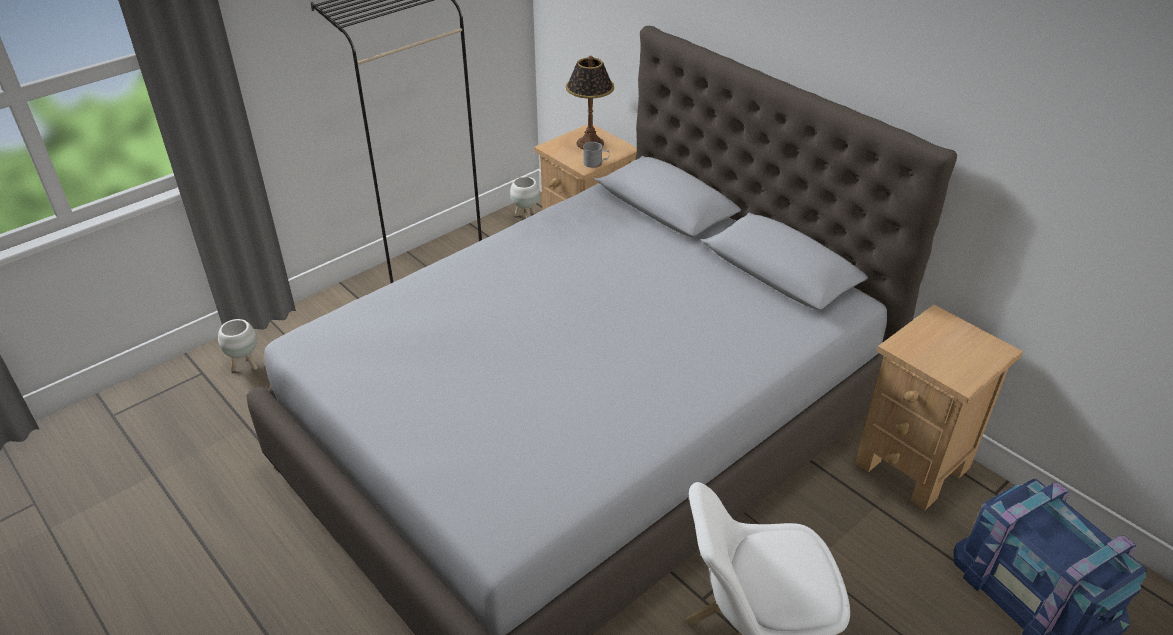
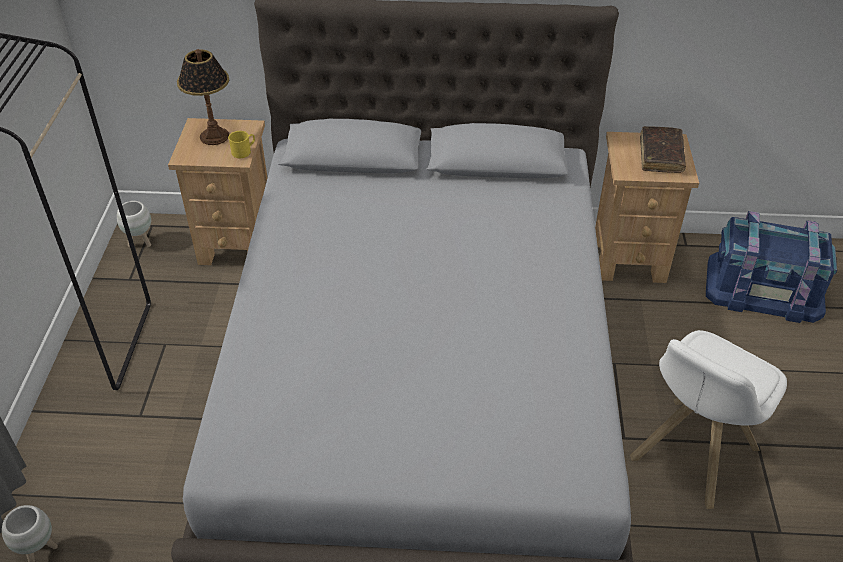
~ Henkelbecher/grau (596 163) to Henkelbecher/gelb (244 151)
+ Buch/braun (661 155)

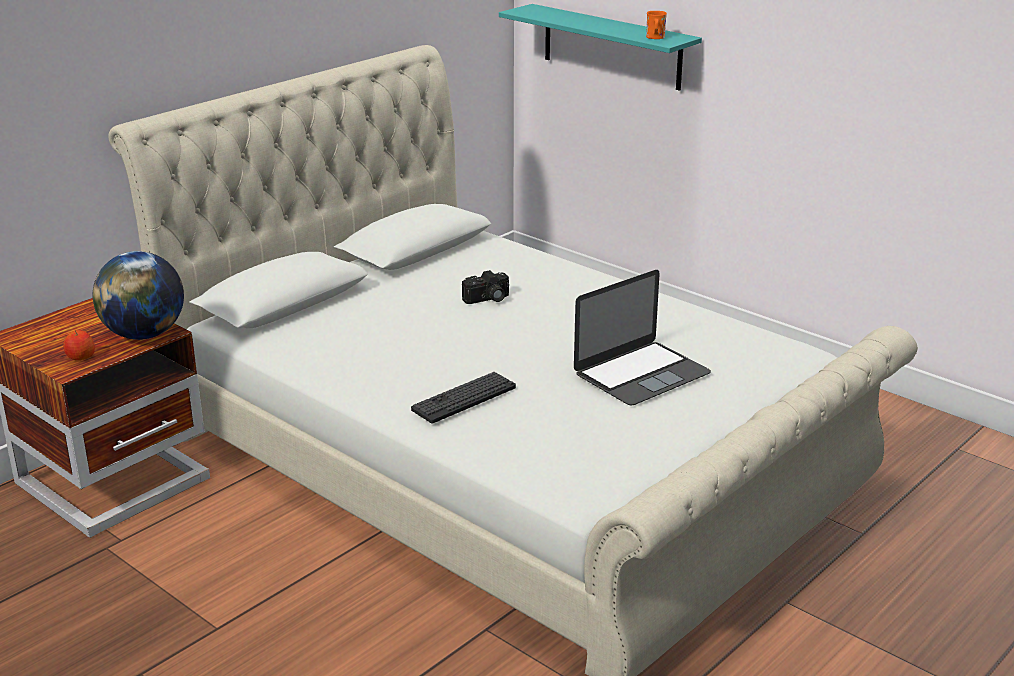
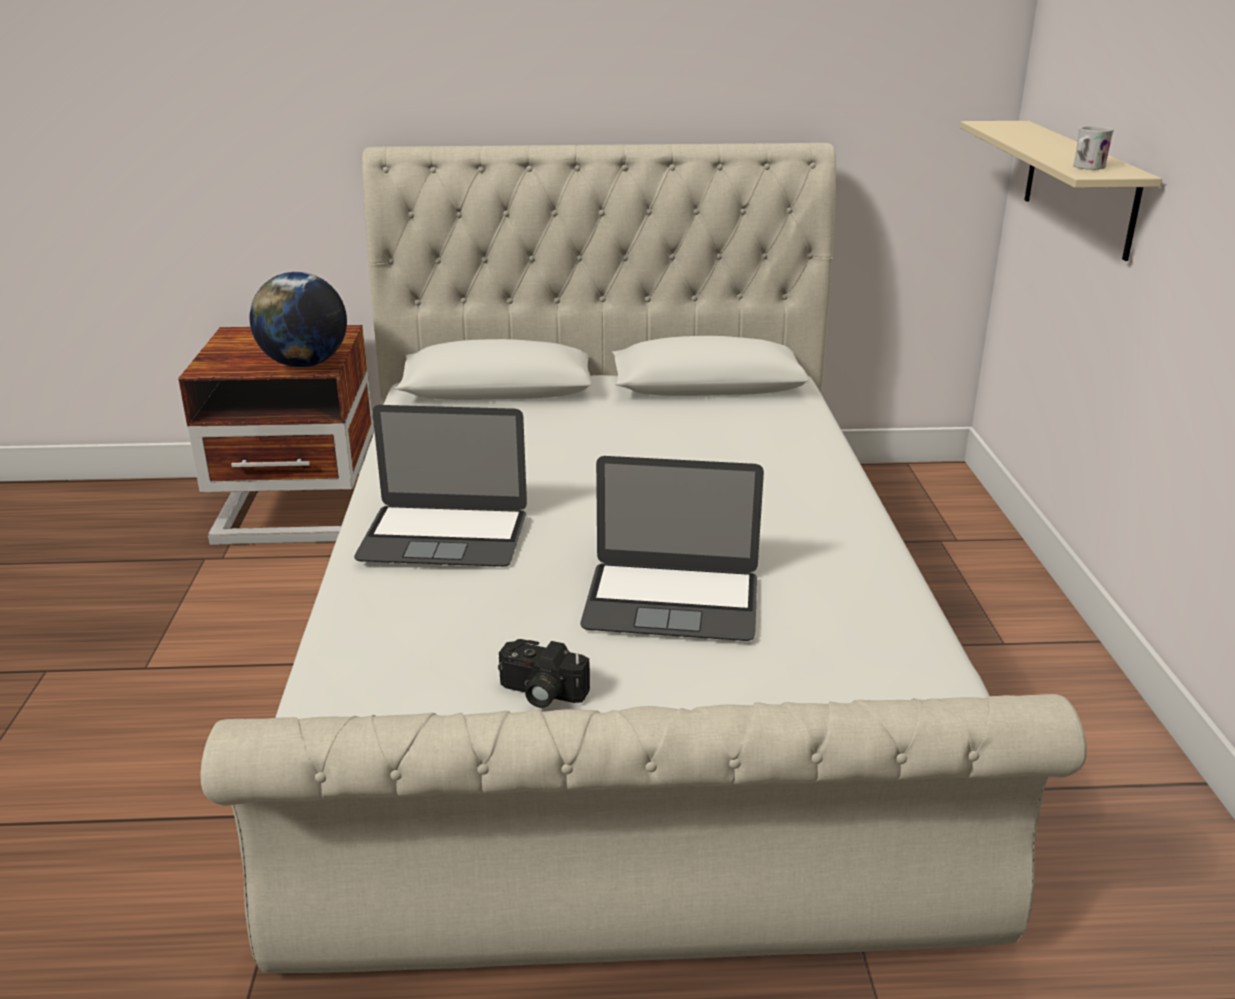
- Apfel (80 357)
~ Tastatur (464 398) to Laptop (444 535)
~ Kamera (487 299) to (540 693)
~ Wandregal/türkis (611 47) to Wandregal/beige (1079 187)
~ Henkelbecher/orange (655 38) to Henkelbecher/weiß (1086 168)

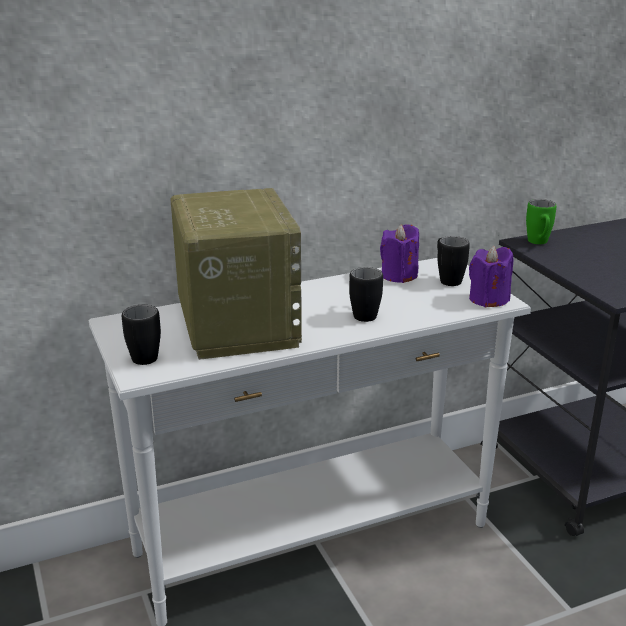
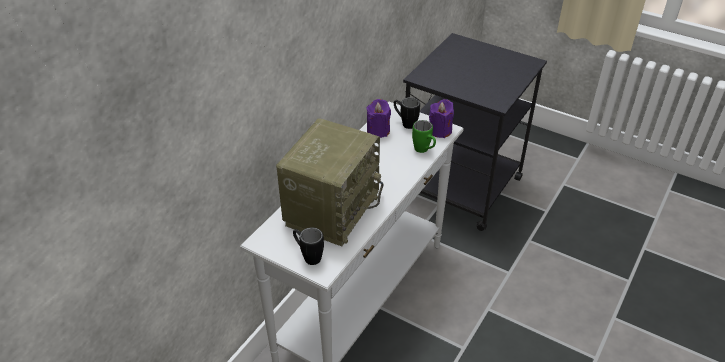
~ Radio (235 323) = (331 209) 75 degrees clockwise
- Henkelbecher/schwarz (365 313)
~ Henkelbecher/grün (539 243) to (424 151)

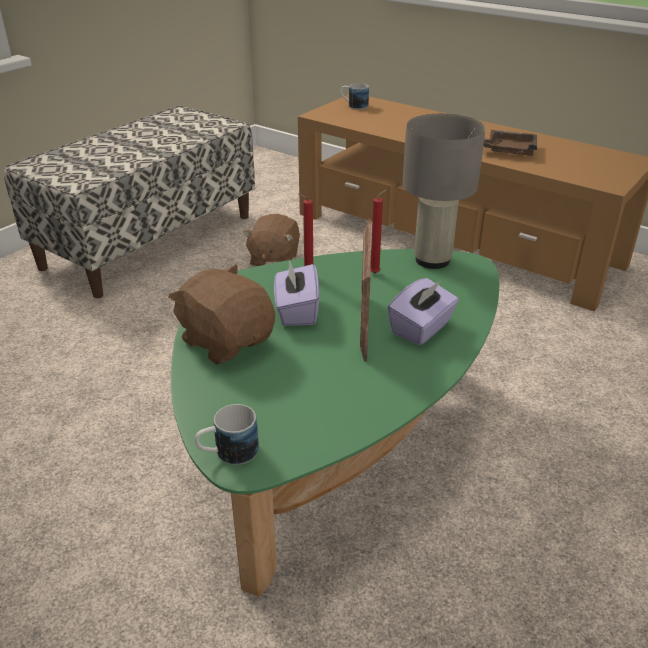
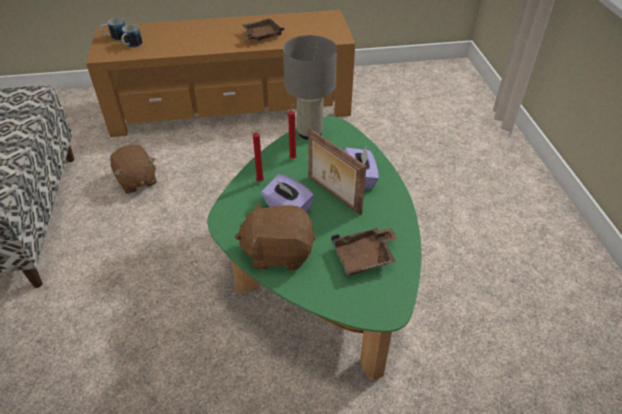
~ Henkelbecher (228 453) to (132 45)
+ Tablett/braun (364 257)

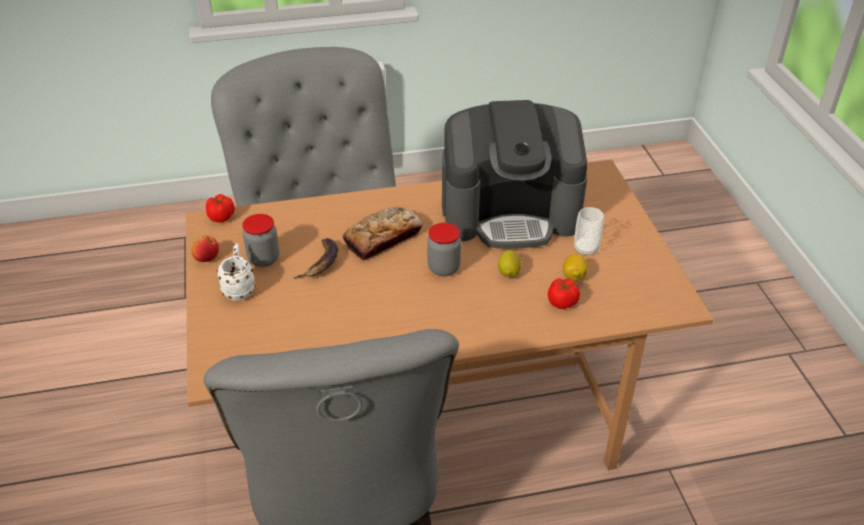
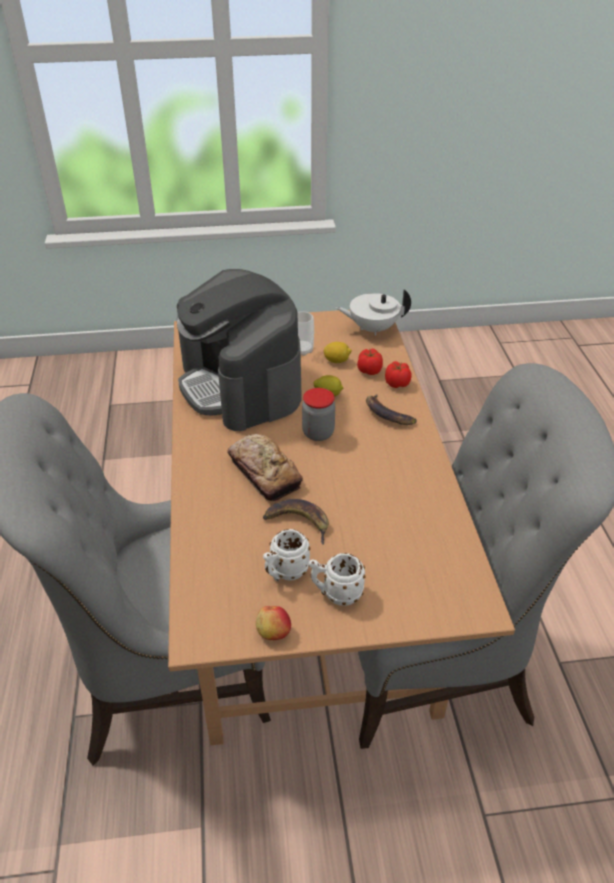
~ Tomate (222 217) to (396 383)
~ Vorratsglas (264 259) to Henkelbecher/weiß (285 573)
~ Kaffeemaschine (510 212) = (241 385) 150 degrees clockwise
+ Teekanne/weiß (372 328)
+ Banane (387 414)

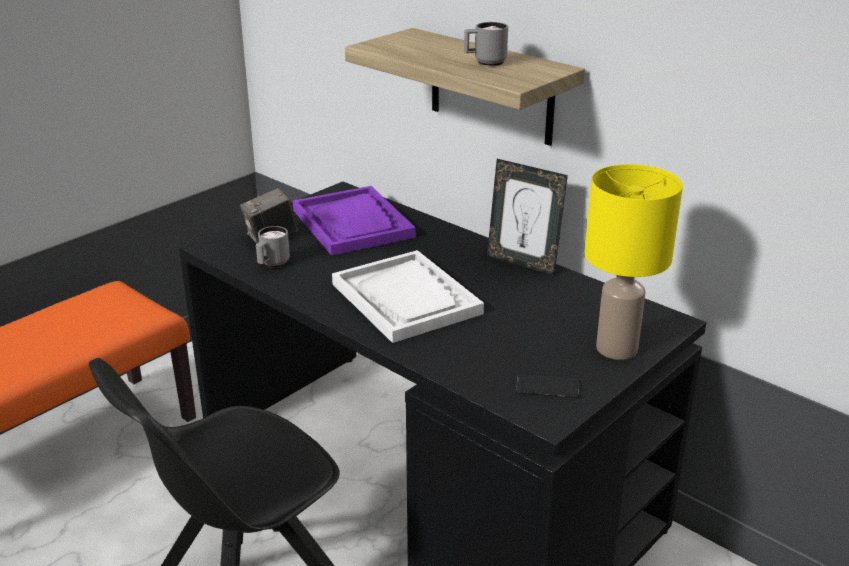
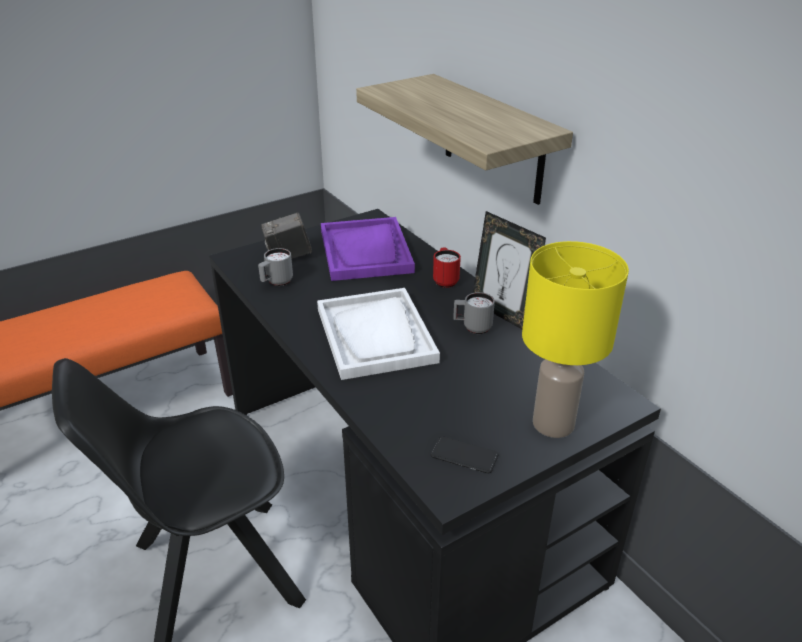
~ Henkelbecher/grau (485 63) to (472 327)
+ Henkelbecher/rot (445 280)

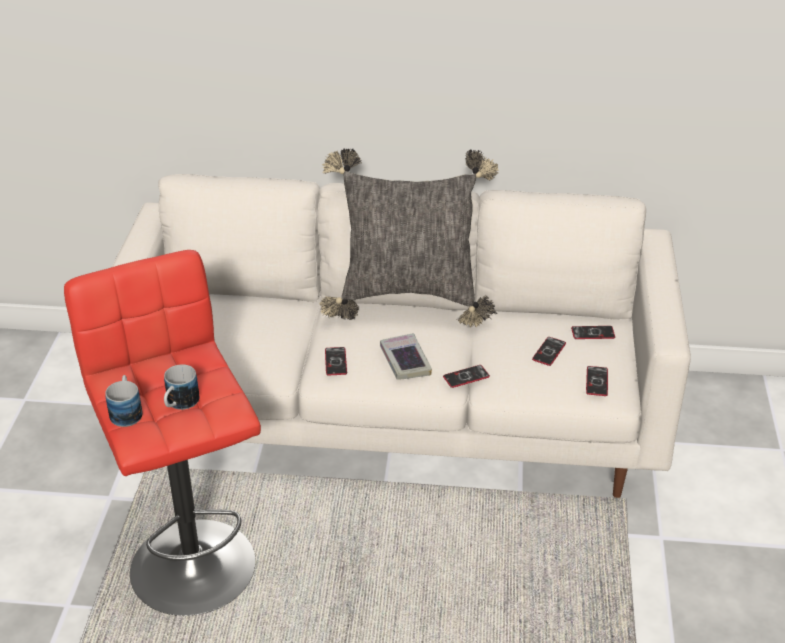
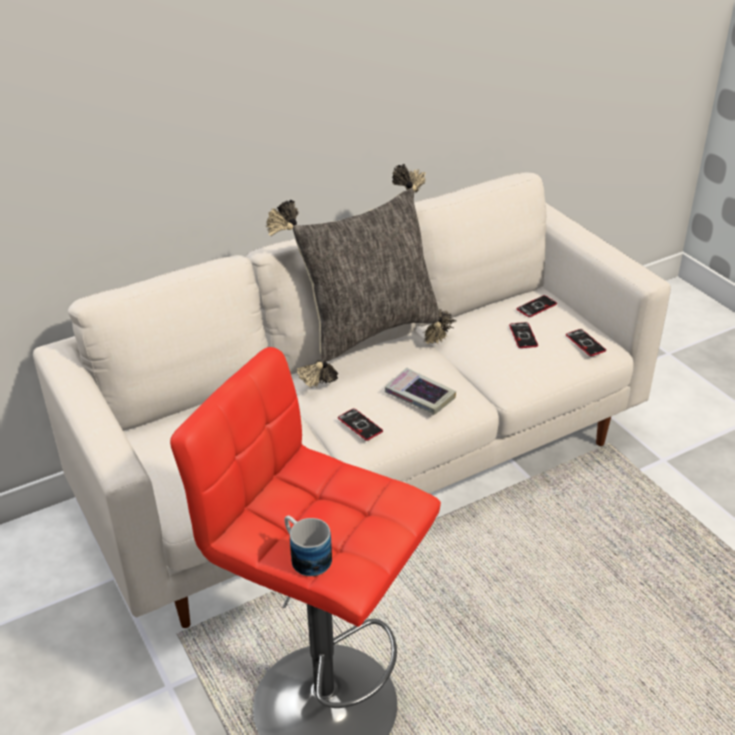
- Henkelbecher (179 404)
- Handy (466 377)

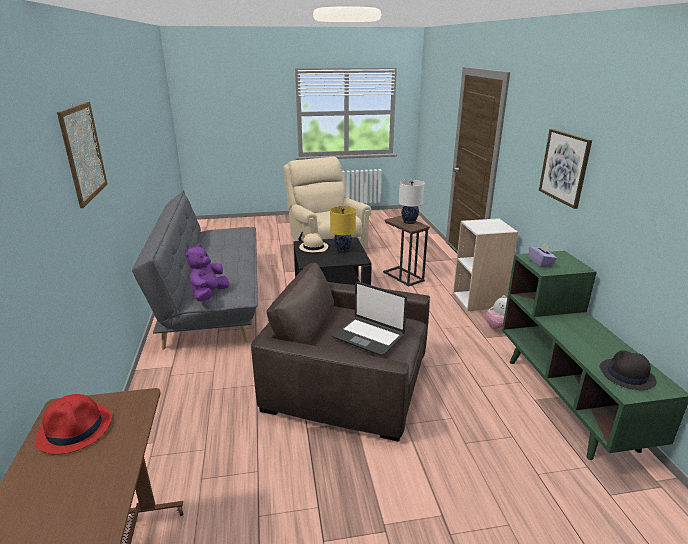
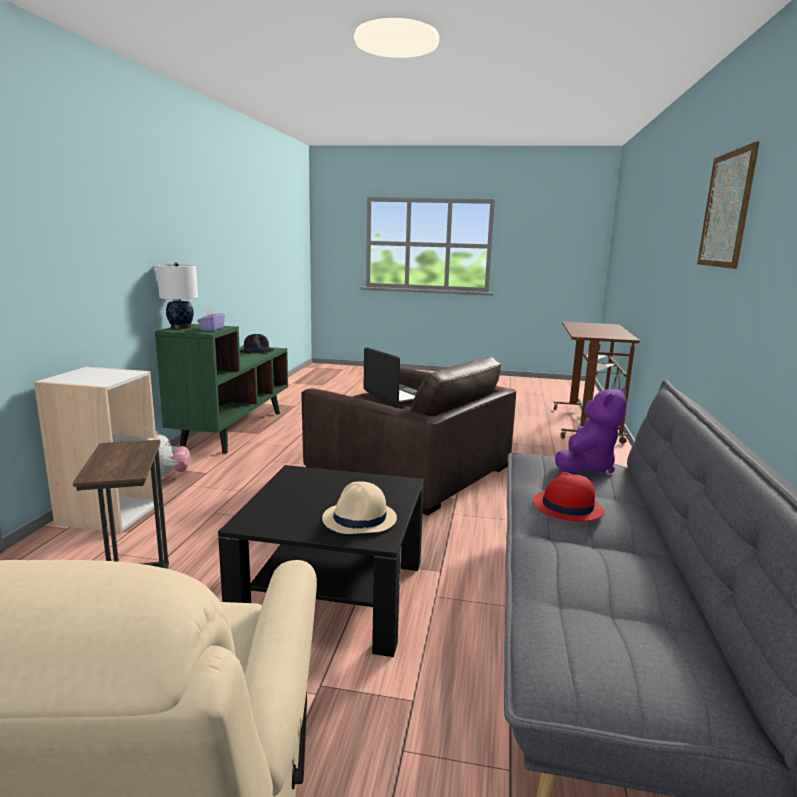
~ Hut/rot (75 429) to (567 507)
- Tischlampe/gelb (342 250)
~ Tischlampe/weiß (409 222) to (181 327)
- Bild (564 167)

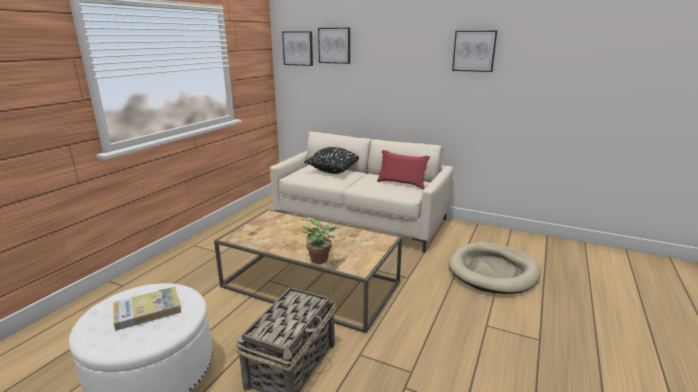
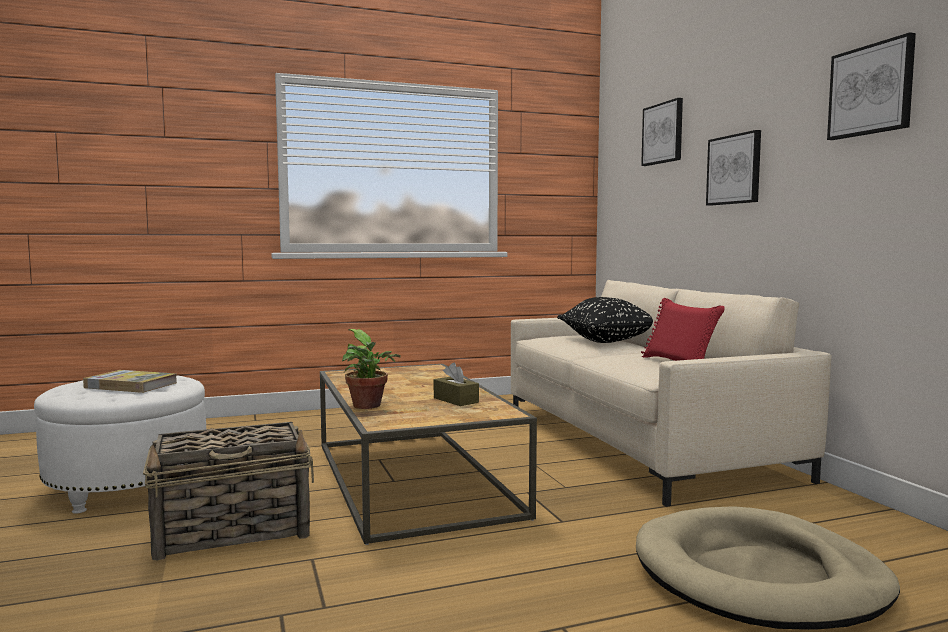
~ Bild (298 48) to (734 169)
+ Taschentuchbox/braun (455 400)

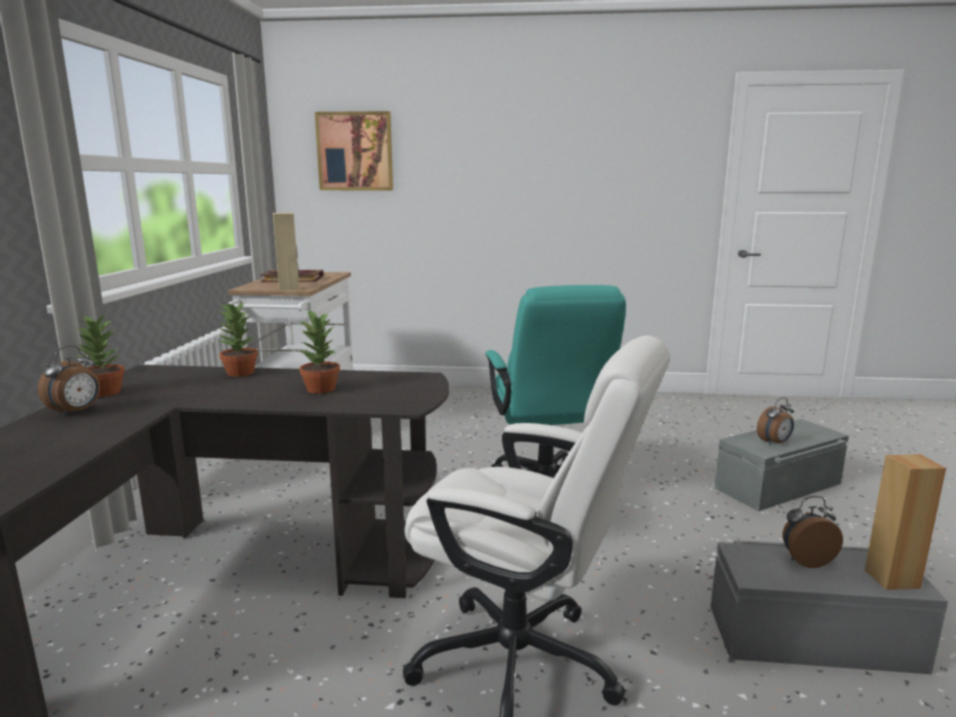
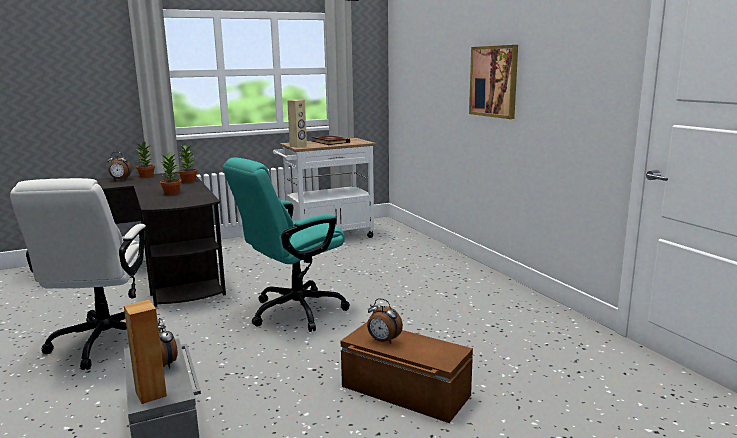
~ Bild (355 151) to (494 81)
~ Aufbewahrungsbox/grau (779 486) to Aufbewahrungsbox/braun (404 392)

